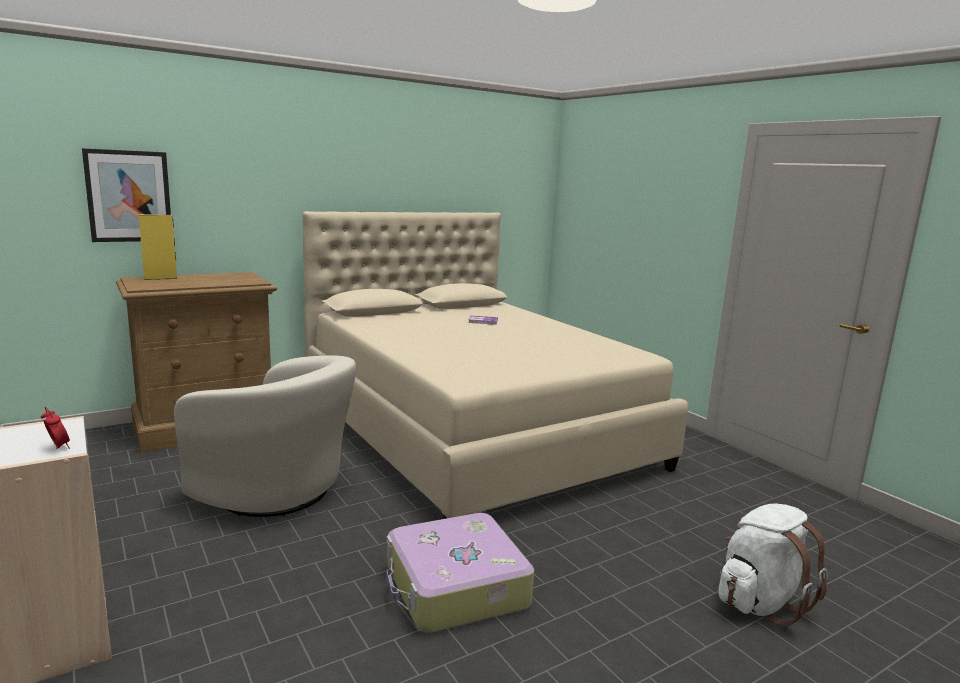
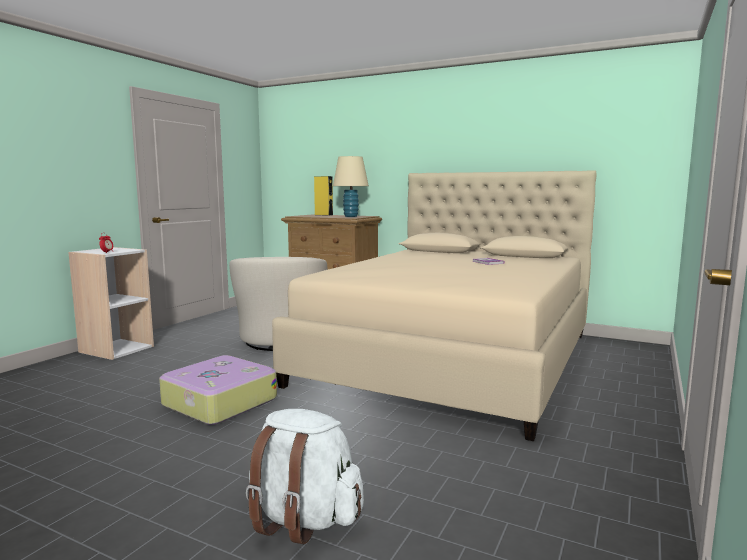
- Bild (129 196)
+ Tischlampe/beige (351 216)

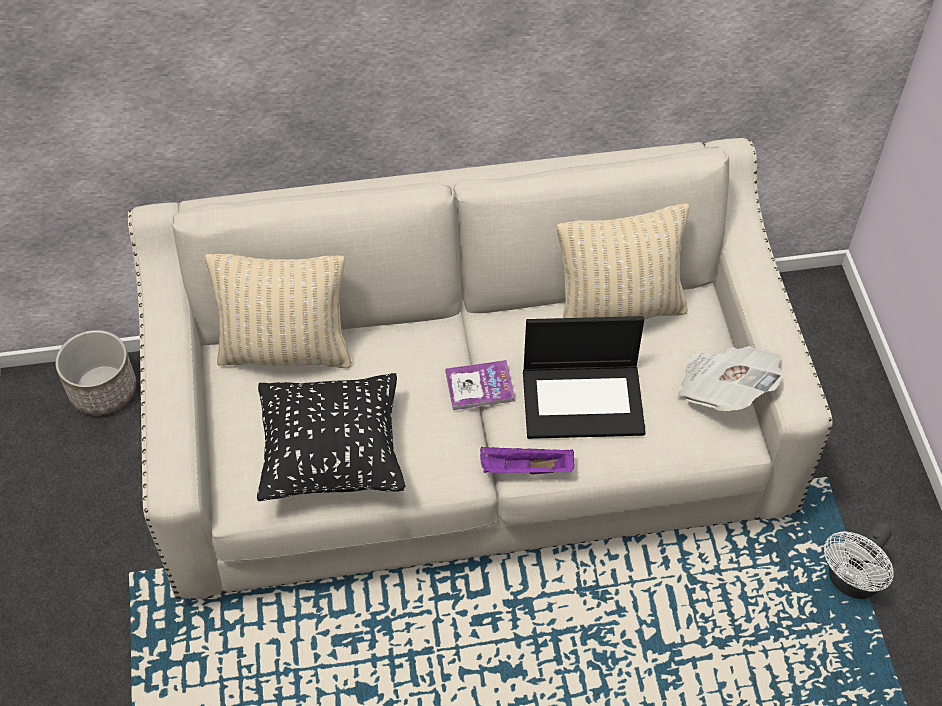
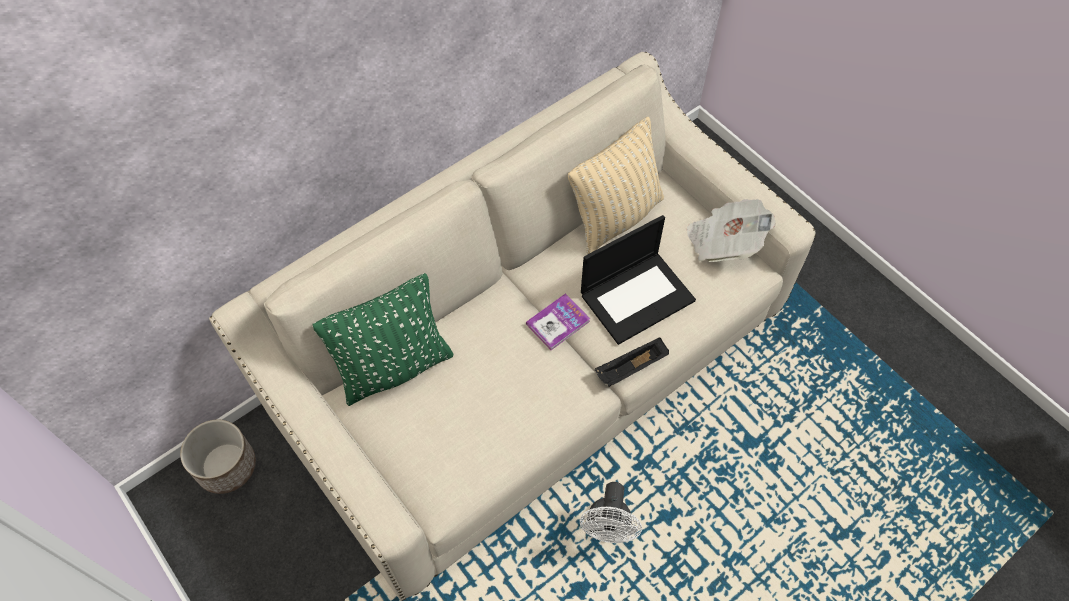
~ Kissen/beige (286 351) to Kissen/grün (394 367)
- Kissen/schwarz (332 456)
~ Tablett/lila (525 469) to Tablett/schwarz (631 368)
~ Ventilator/weiß (850 582) to (608 529)

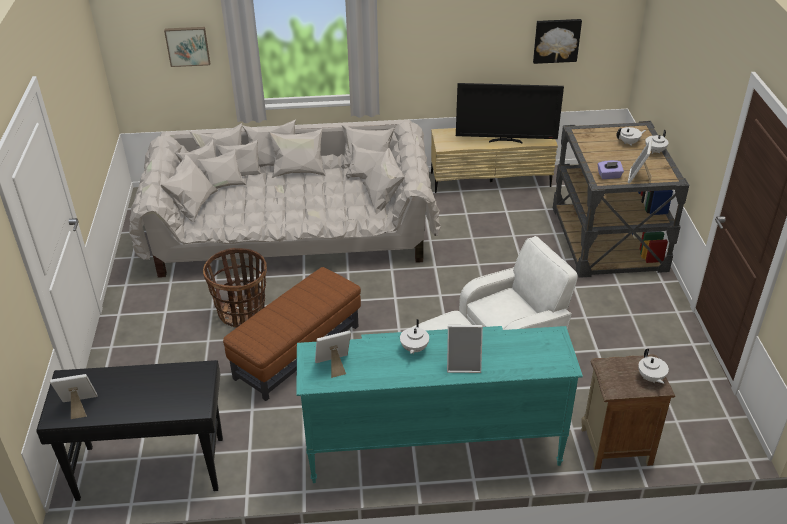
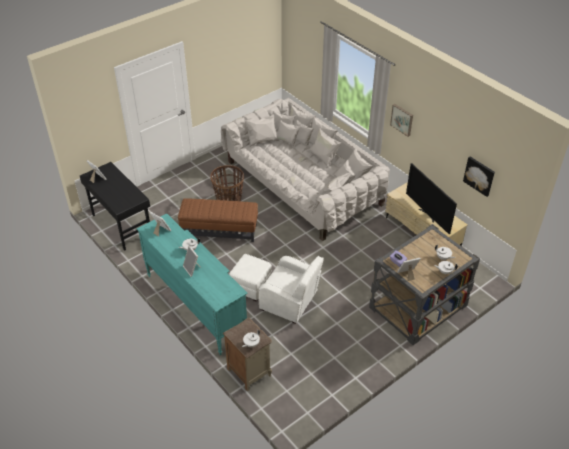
~ Bild (187 46) to (402 119)

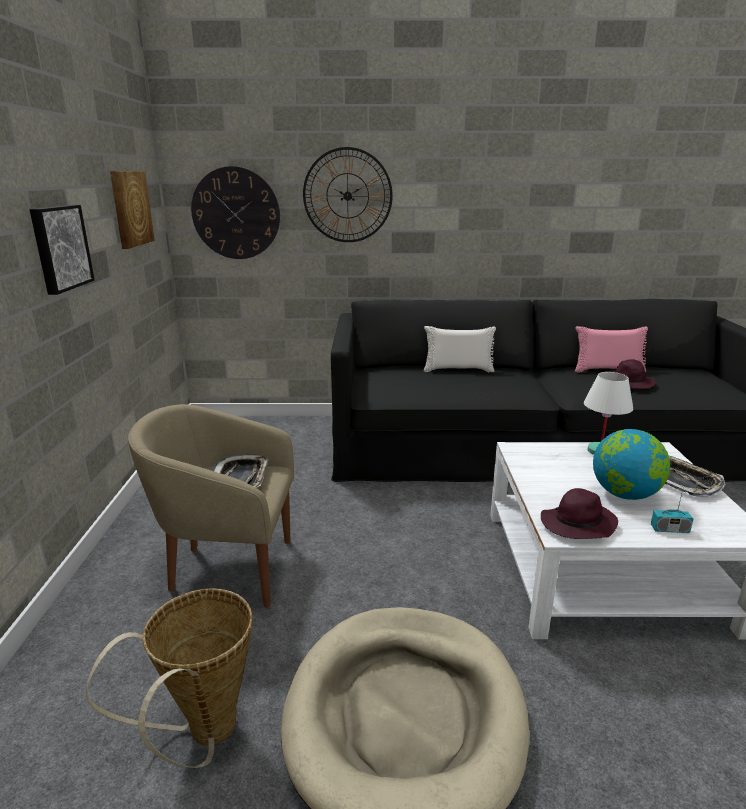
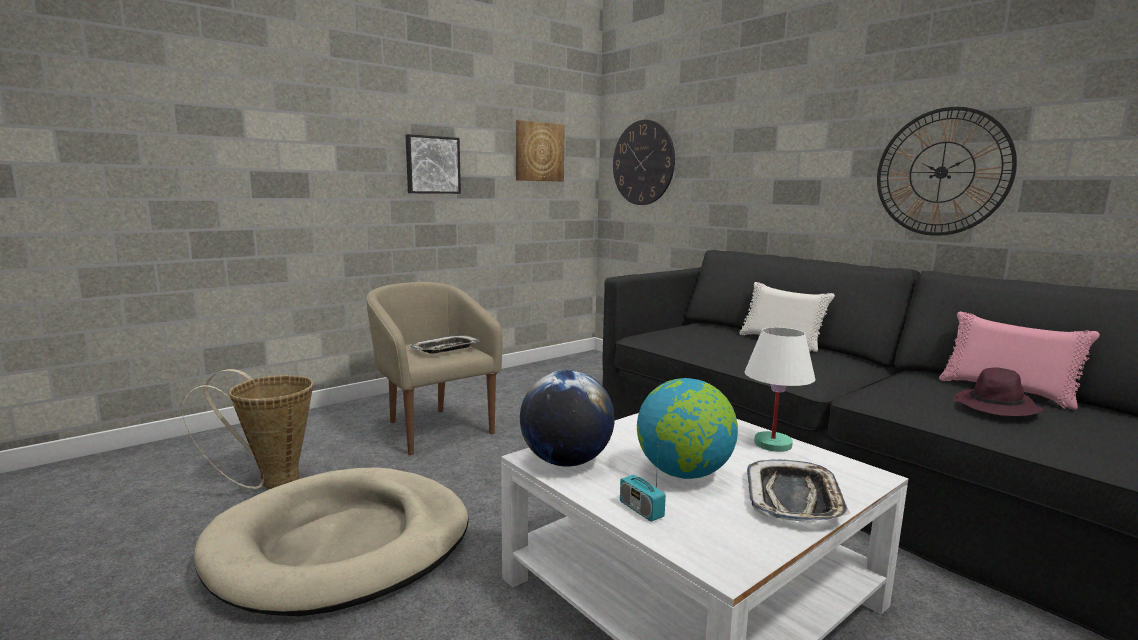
~ Wanduhr (347 196) to (941 172)
~ Hut/lila (577 525) to Globus (566 462)

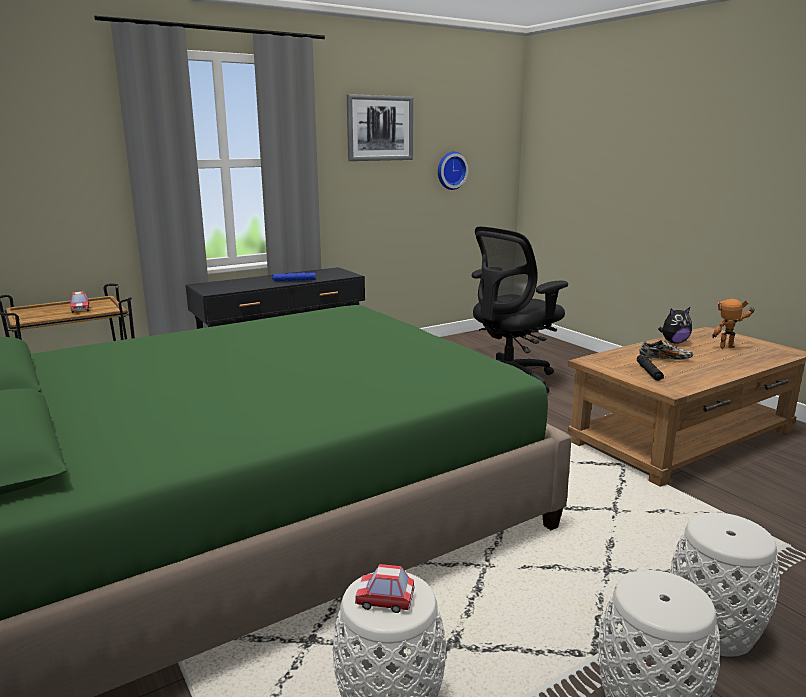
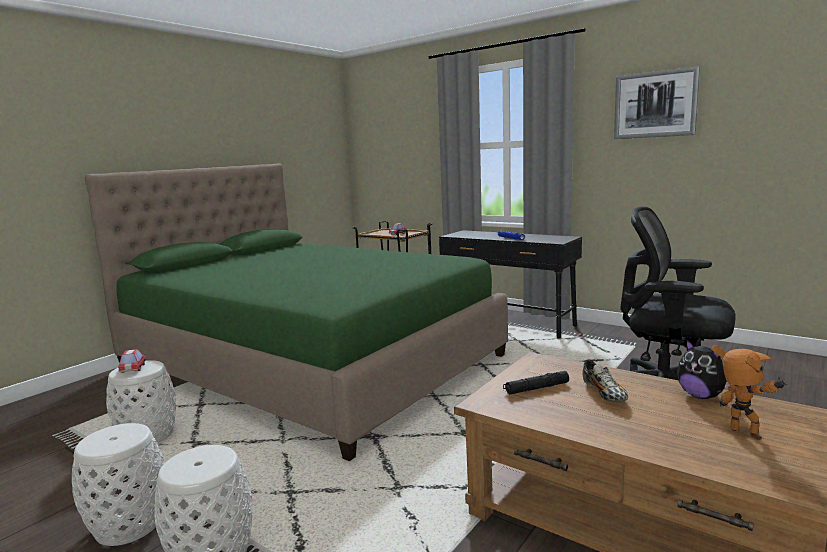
- Wanduhr (450 170)

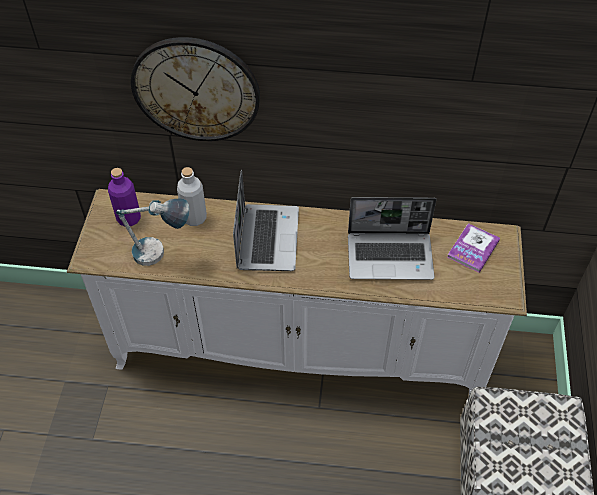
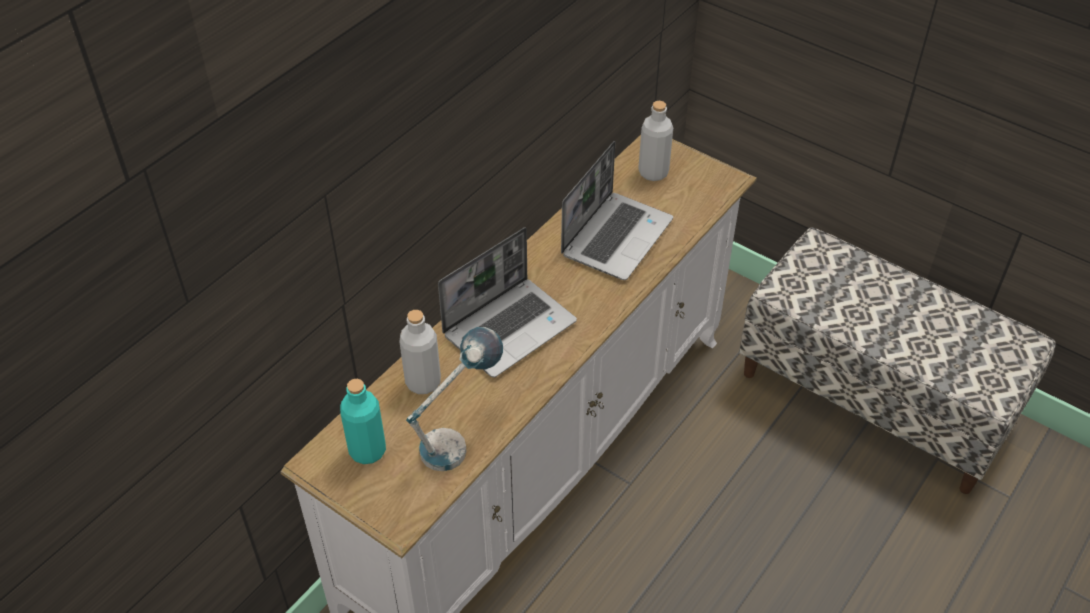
~ Flasche/lila (129 218) to Flasche/türkis (367 450)
- Wanduhr (196 89)
~ Laptop (266 238) = (510 327) 105 degrees clockwise
~ Buch (473 249) to Flasche/grau (653 172)

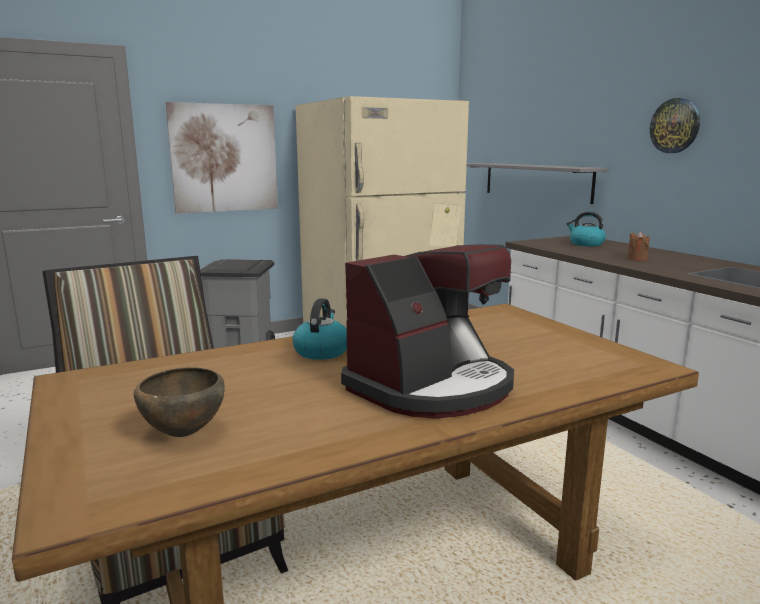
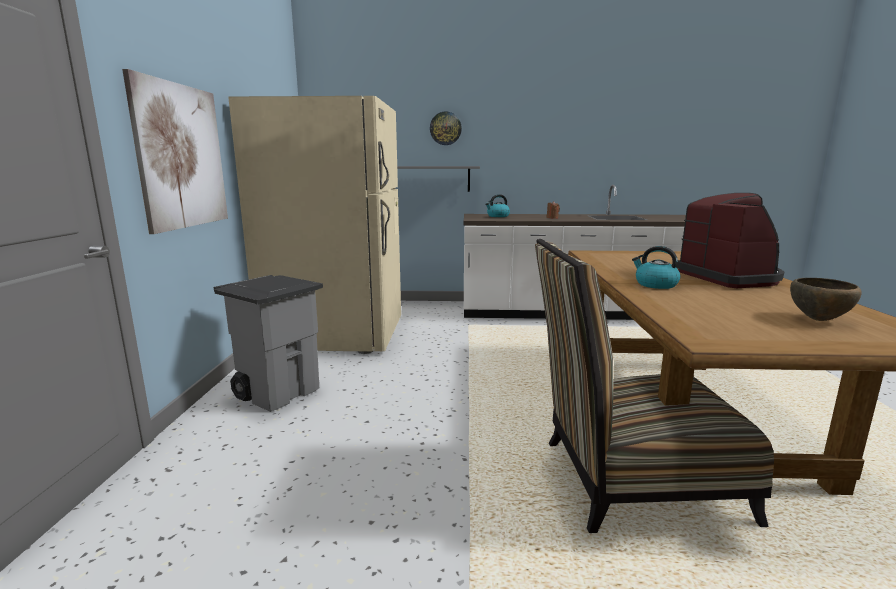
~ Wanduhr (675 126) to (445 128)

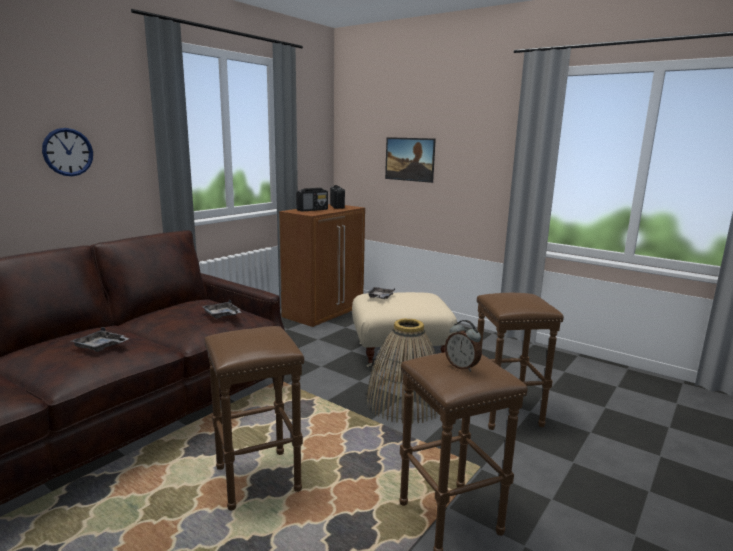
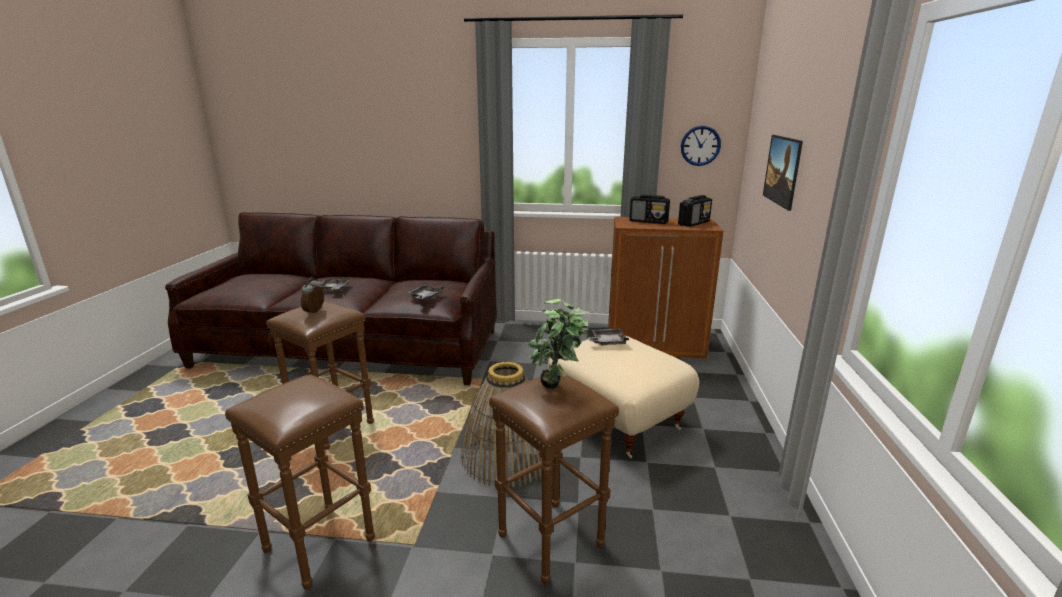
~ Wanduhr (68 152) to (700 145)
~ Wecker (462 367) to (315 312)
+ Topfpflanze (558 390)

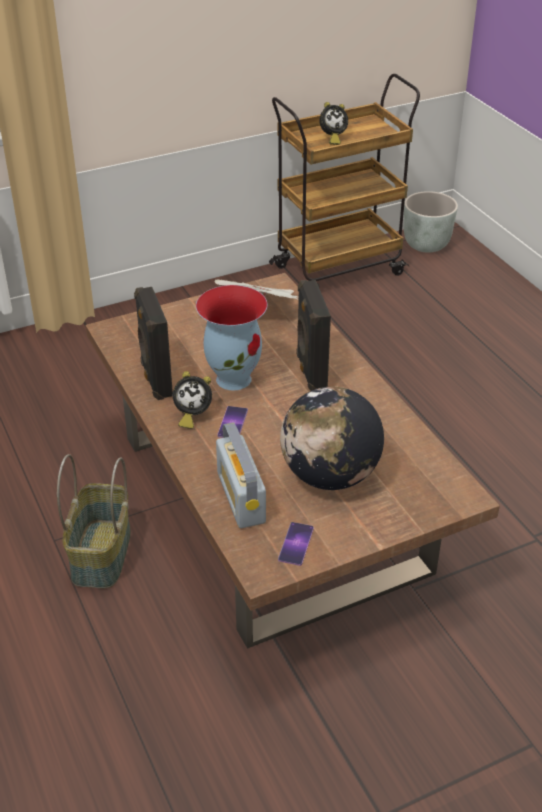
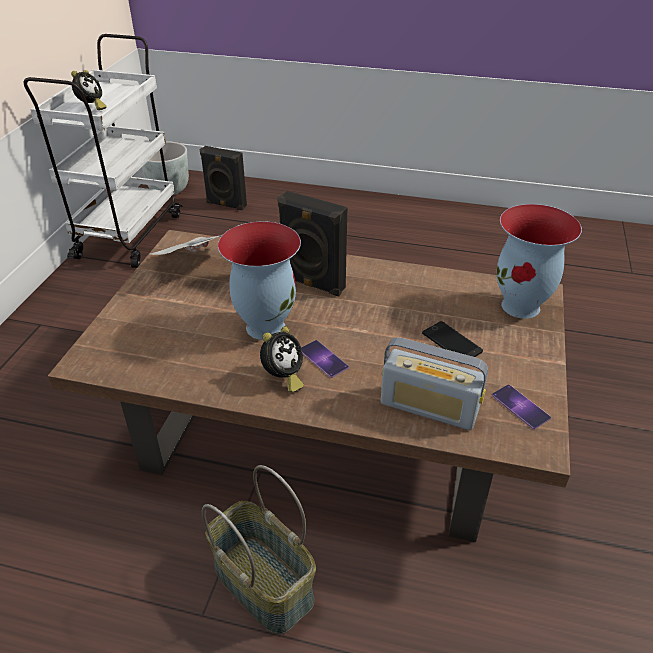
~ Lautsprecher/schwarz (155 379) to (226 205)
~ Rollwagen/braun (339 270) to Rollwagen/weiß (129 236)
~ Globus (329 475) to Handy (451 342)
+ Vase (522 306)

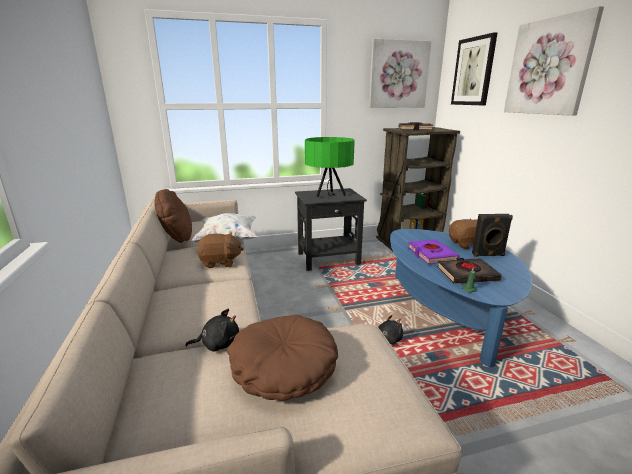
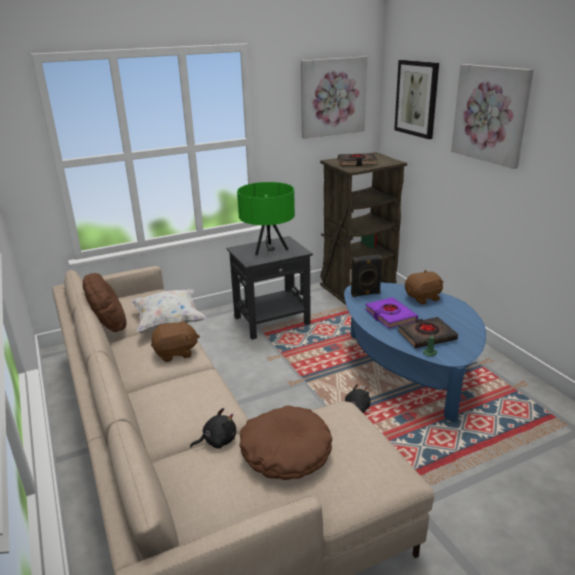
~ Lautsprecher/schwarz (488 255) to (365 294)

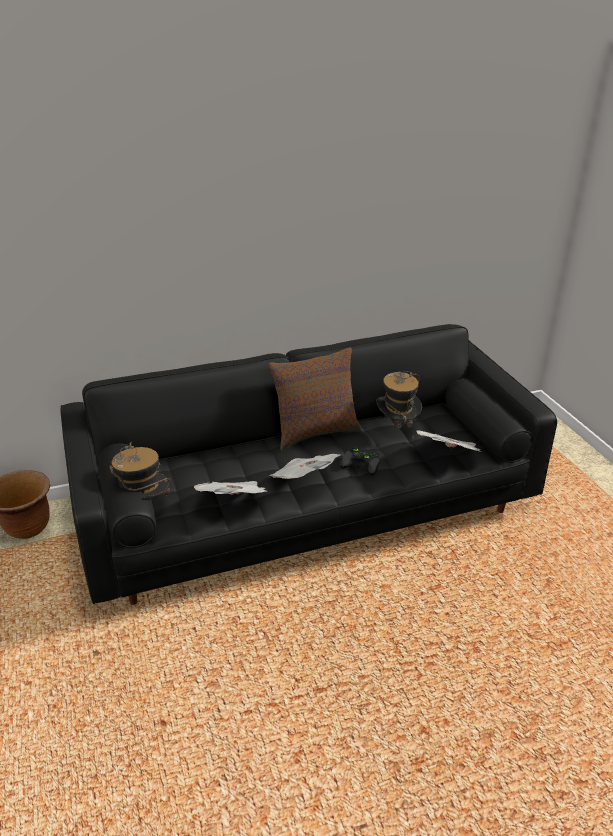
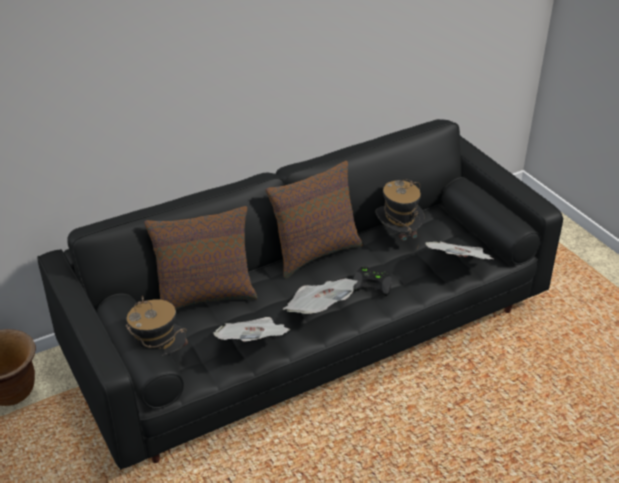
+ Kissen/braun (206 298)

